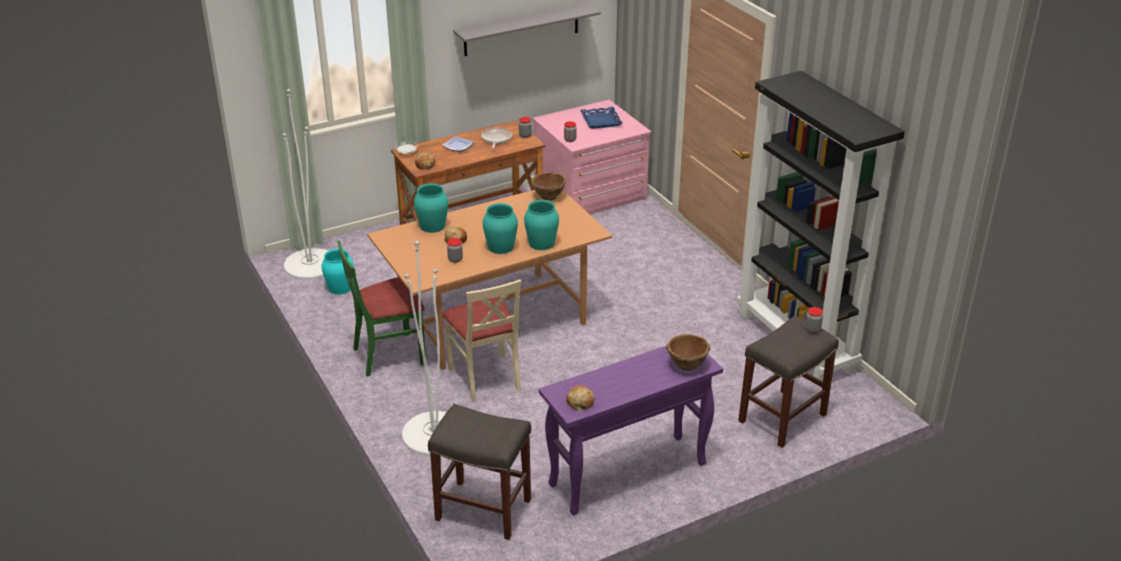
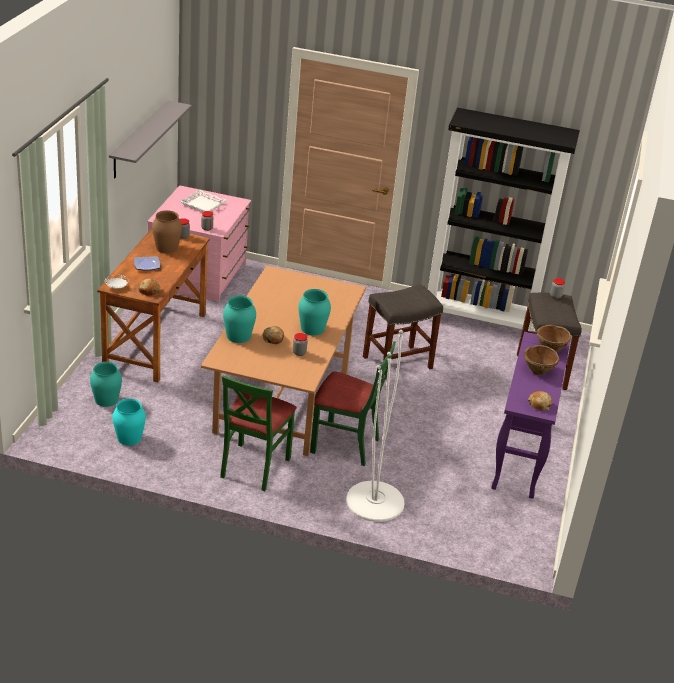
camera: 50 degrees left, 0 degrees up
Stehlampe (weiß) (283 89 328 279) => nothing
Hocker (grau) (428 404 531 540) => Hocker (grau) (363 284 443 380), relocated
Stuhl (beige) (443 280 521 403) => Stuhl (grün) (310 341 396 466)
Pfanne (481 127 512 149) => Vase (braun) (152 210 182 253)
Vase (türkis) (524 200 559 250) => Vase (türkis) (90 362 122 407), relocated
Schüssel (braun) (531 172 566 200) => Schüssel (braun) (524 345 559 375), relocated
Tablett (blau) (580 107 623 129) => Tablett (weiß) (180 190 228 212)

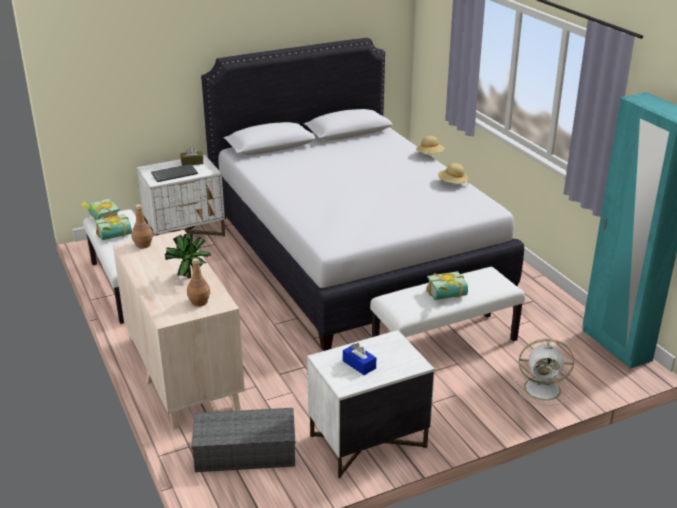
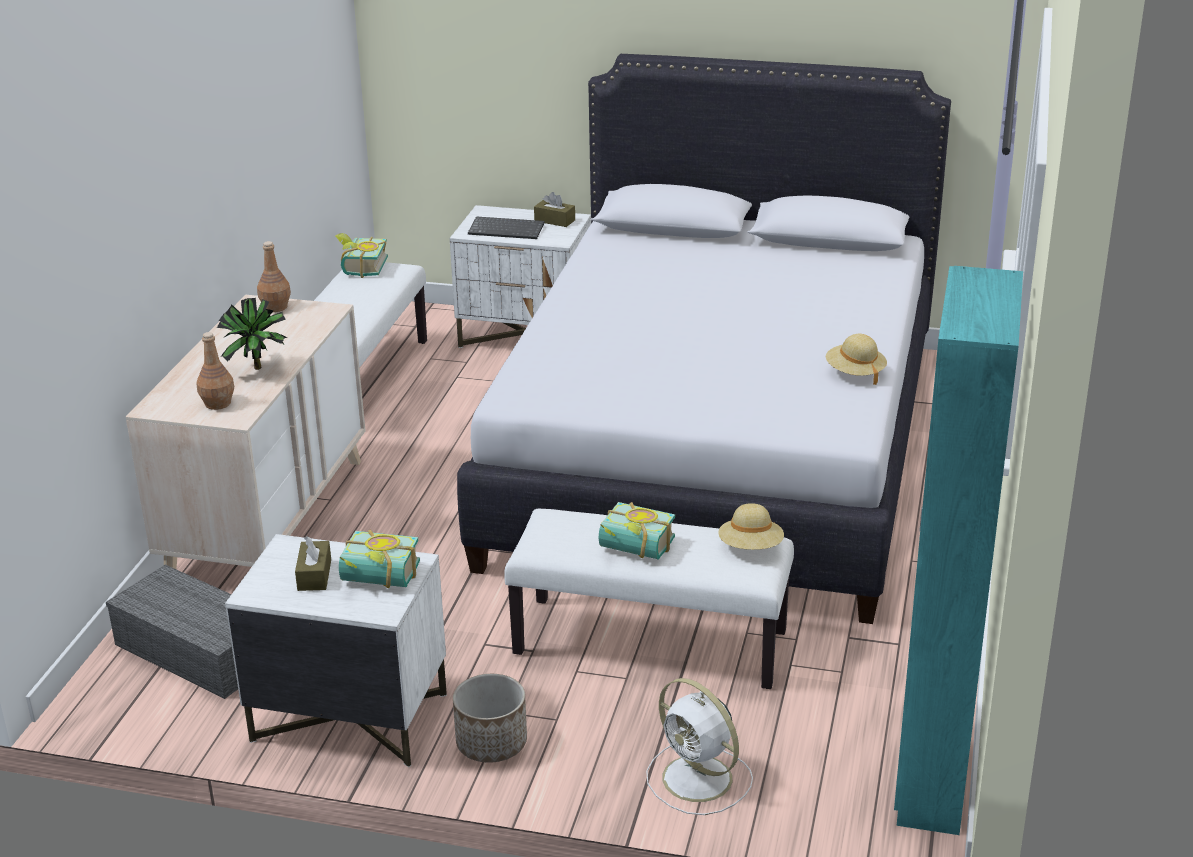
camera: 40 degrees right, 0 degrees up
Buch (95 214 132 240) => Buch (339 530 420 588), relocated
Taschentuchbox (blau) (343 343 376 375) => Taschentuchbox (braun) (295 536 331 591)
Hut (beige) (416 136 445 154) => Hut (beige) (719 503 784 550), relocated
nothing => Pflanzkübel (453 674 527 763)

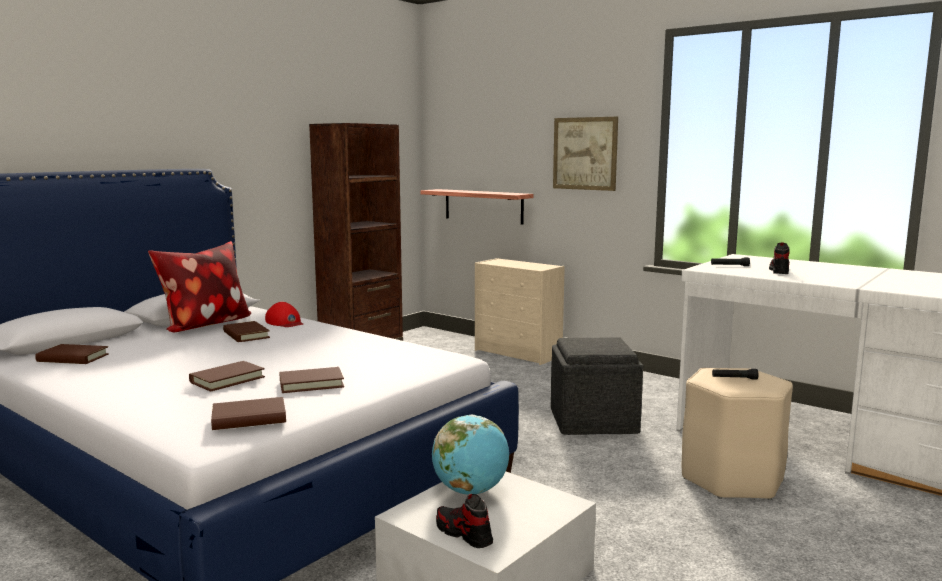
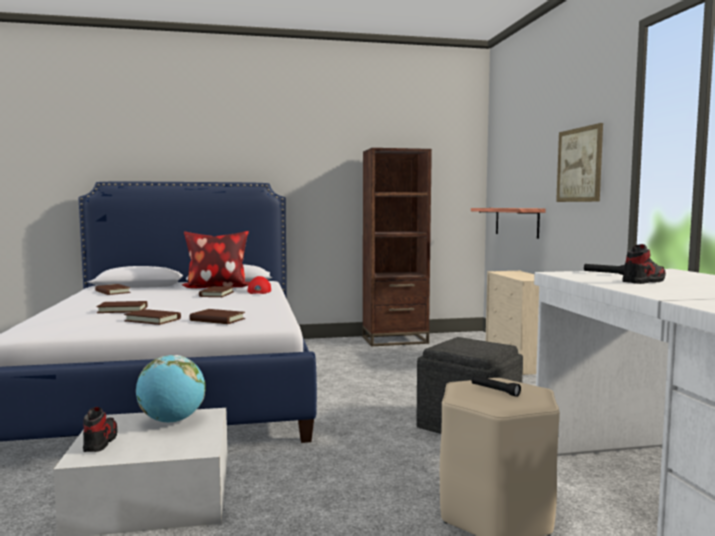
camera: 40 degrees right, 5 degrees down
Buch (braun) (211 397 286 430) => Buch (braun) (189 309 245 324), relocated

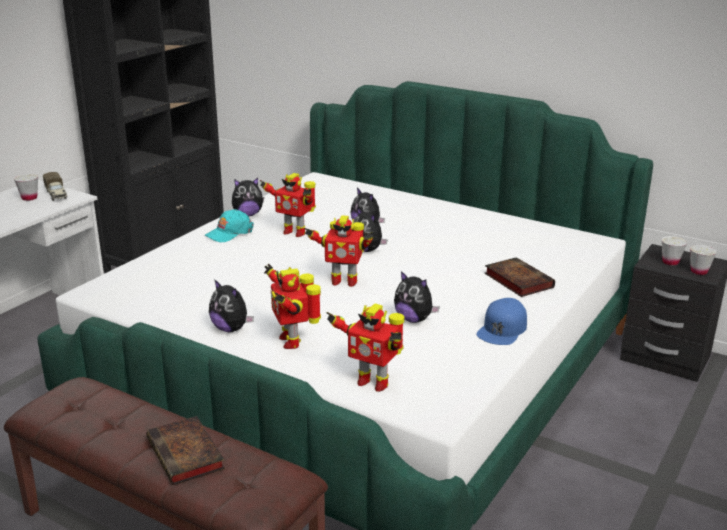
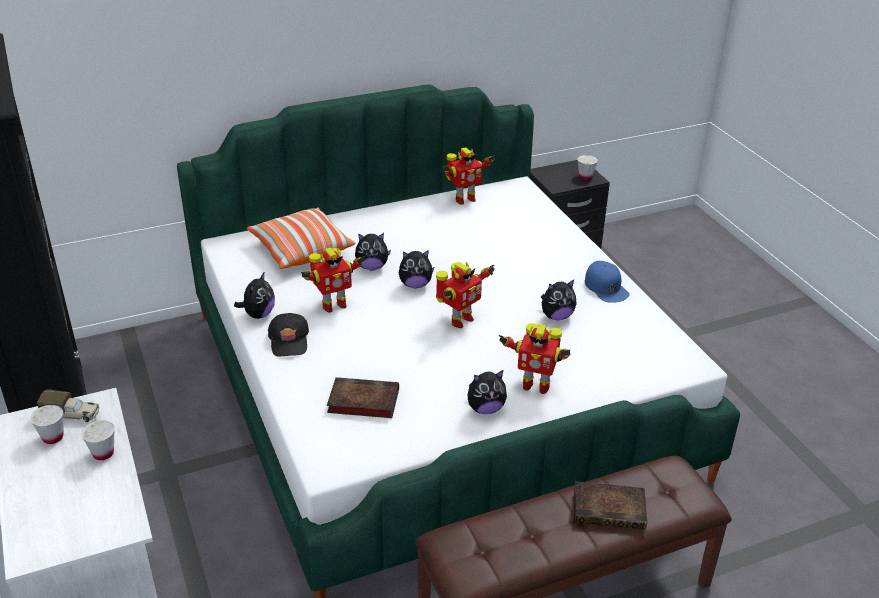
camera: 55 degrees left, 10 degrees up
Kappe (türkis) (205 209 254 242) => Kappe (schwarz) (268 313 309 357)
Spielzeugroboter (327 304 404 392) => Spielzeugroboter (442 147 495 205), relocated
Buch (484 257 555 297) => Buch (327 377 399 418), relocated
Tasse (weiß) (662 236 687 266) => Tasse (weiß) (81 420 115 460), relocated
nothing => Kissen (247 207 355 269)

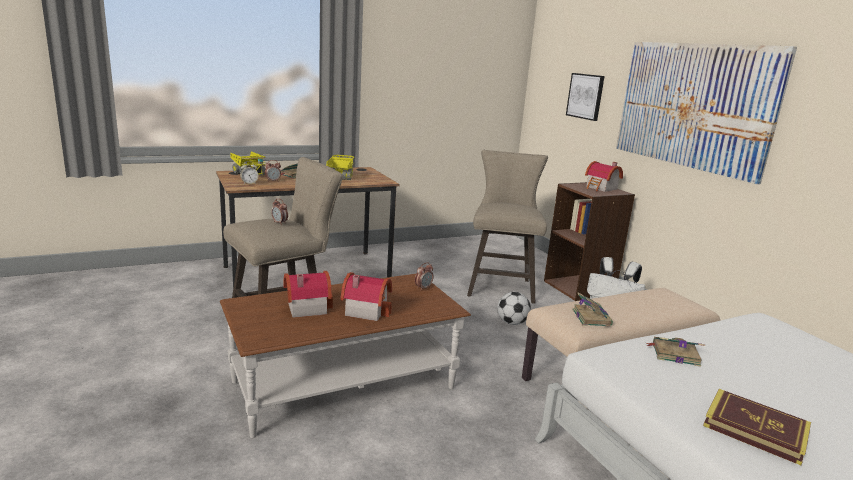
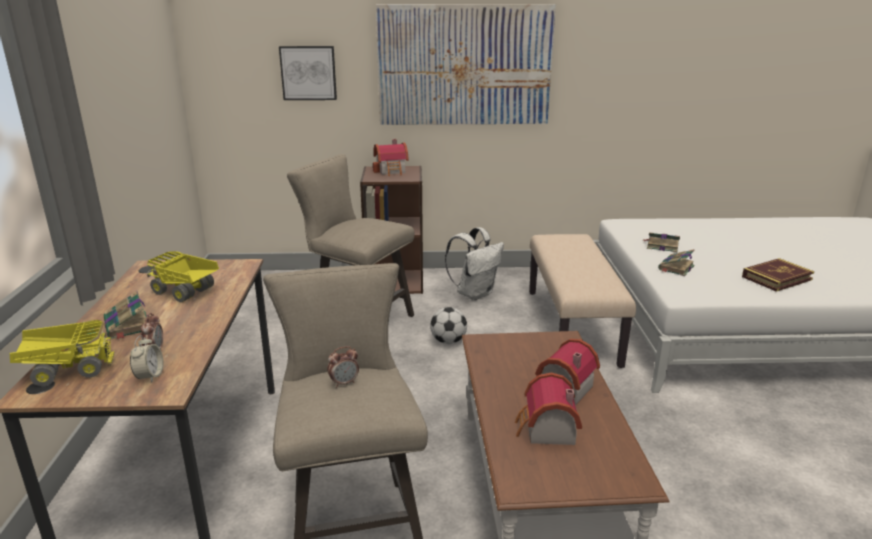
camera: 65 degrees left, 5 degrees up
Wecker (415 263 434 290) => nothing
Buch (572 293 613 326) => Buch (644 232 680 252), relocated

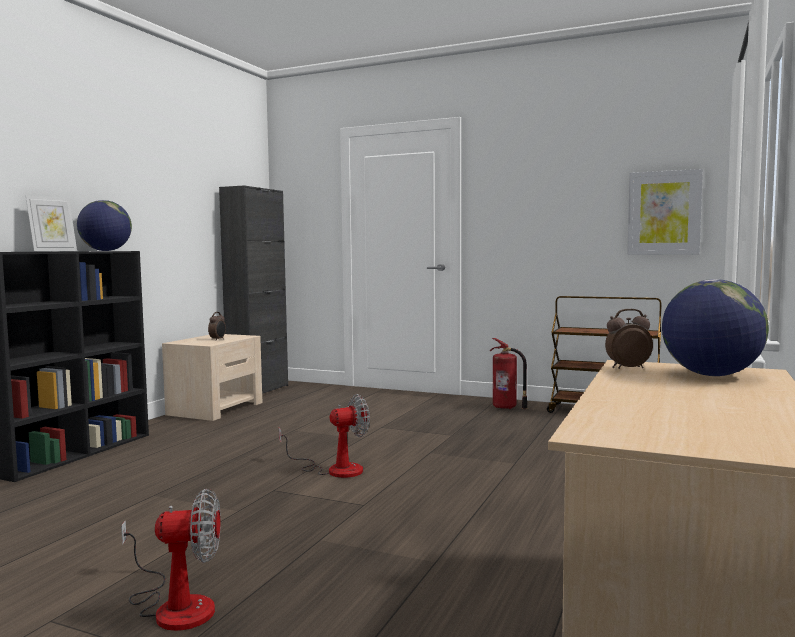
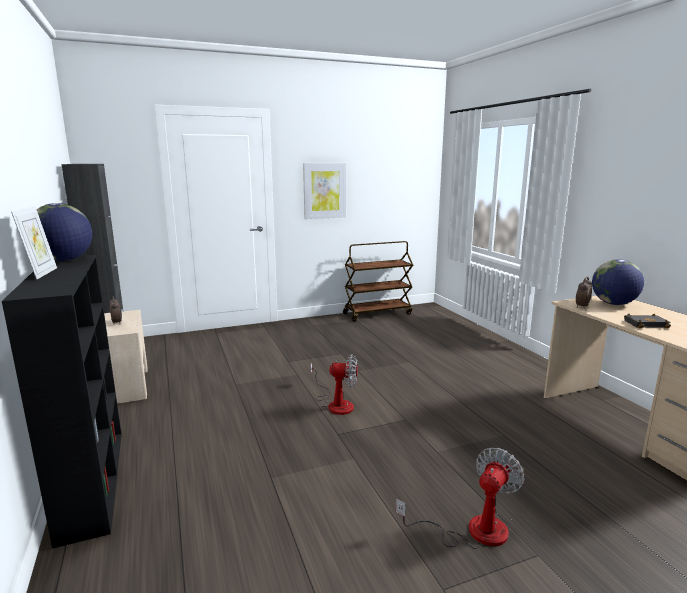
camera: 45 degrees left, 10 degrees up
Ventilator (279 394 370 478) => Ventilator (311 354 358 415), 75 degrees clockwise
Feuerlöscher (490 338 528 409) => nothing
Bild (627 169 703 255) => Bild (303 163 346 219), relocated
nothing => Buch (schwarz) (624 314 671 328)

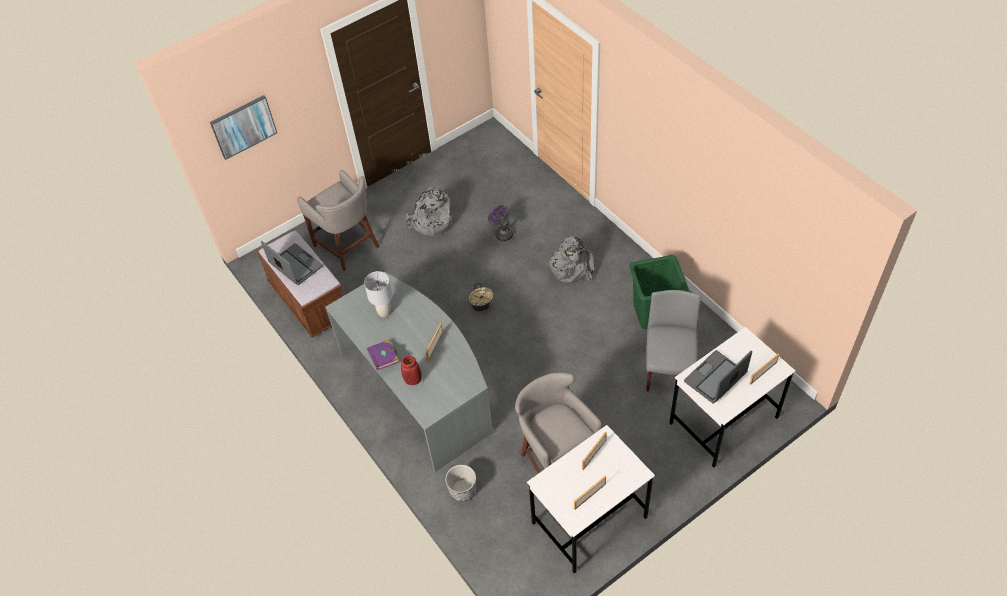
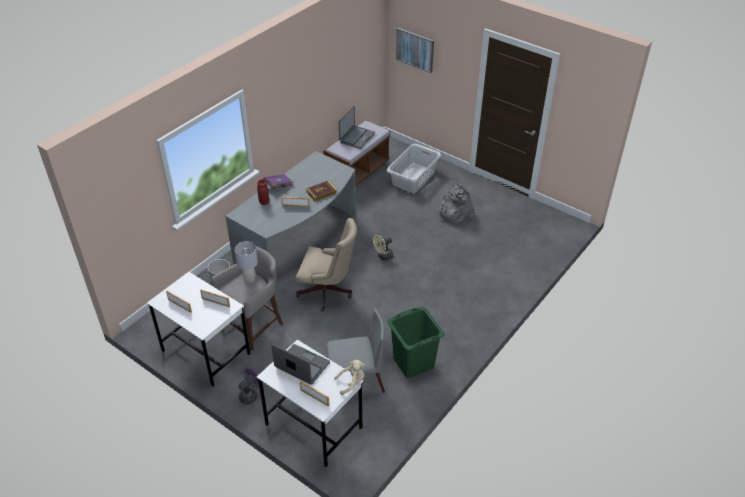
camera: 70 degrees right, 10 degrees down
Hocker (grau) (297 170 380 271) => Wäschekorb (grau) (387 144 441 193)
Tischlampe (grau) (364 271 393 317) => Tischlampe (grau) (235 241 258 283), relocated
Ventilator (lila) (488 205 513 242) => Ventilator (lila) (239 368 259 404), relocated
Rucksack (grau) (547 235 595 284) => nothing
nothing => Bürostuhl (beige) (296 218 357 312)
nothing => Buch (306 180 337 201)
nothing => Plüschtier (beige) (334 360 364 395)

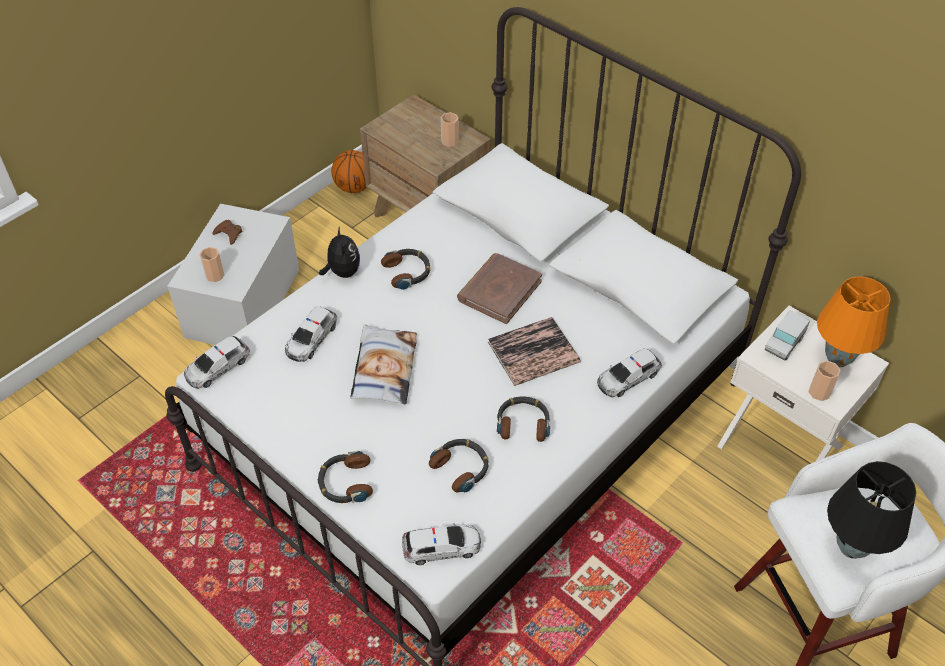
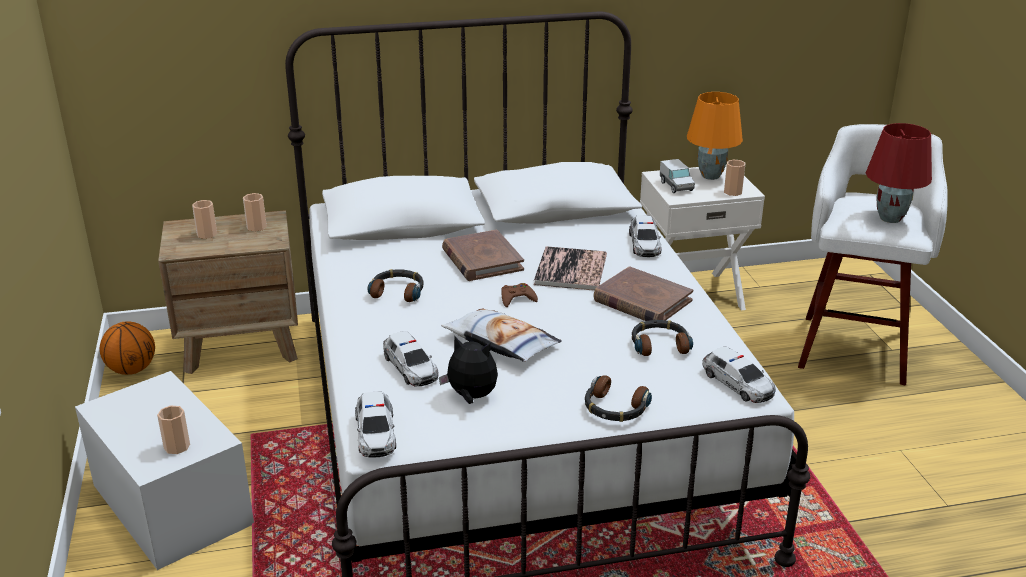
camera: 55 degrees left, 20 degrees down
Gamepad (braun) (212 220 242 245) => Gamepad (braun) (501 283 538 307), relocated
Plüschtier (319 226 360 278) => Plüschtier (439 336 498 404), relocated
Spielzeugauto (402 523 481 565) => Spielzeugauto (702 346 776 403), 120 degrees clockwise
Kopfhörer (497 396 550 442) => Buch (braun) (593 266 693 321)
Tischlampe (schwarz) (827 461 916 559) => Tischlampe (rot) (866 123 932 223)
nothing => Tasse (192 200 217 239)

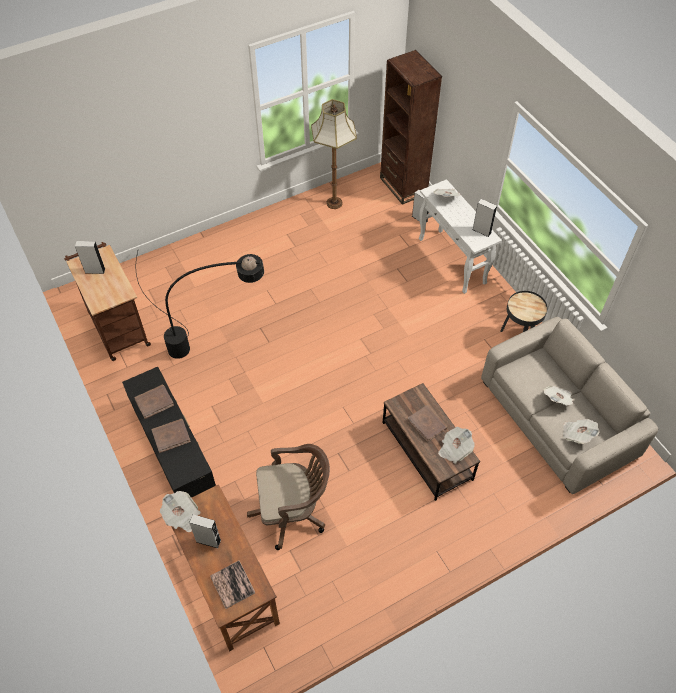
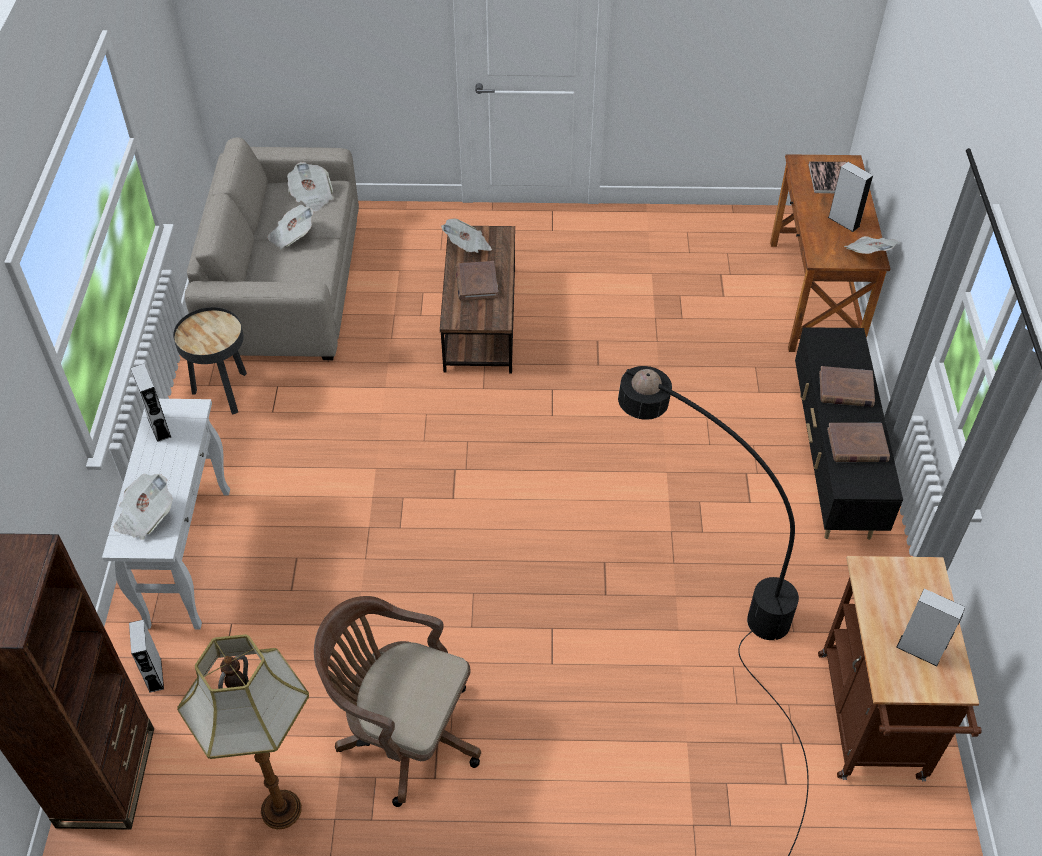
camera: 150 degrees left, 5 degrees down
Bürostuhl (braun) (247 444 330 550) => Bürostuhl (braun) (314 596 481 807), relocated

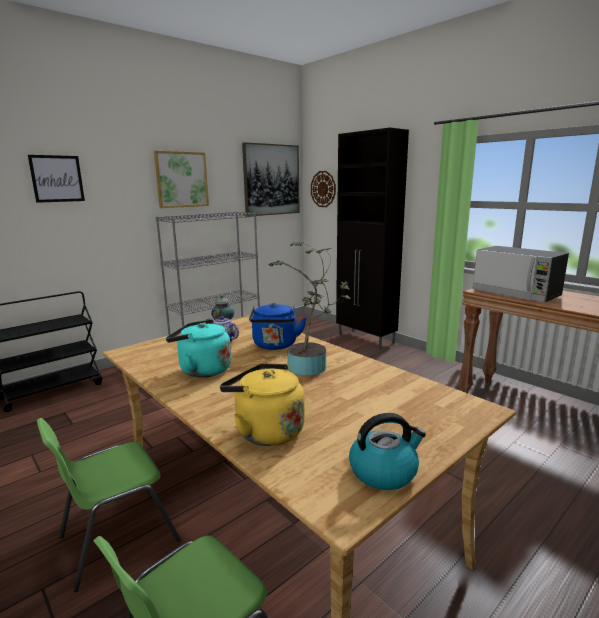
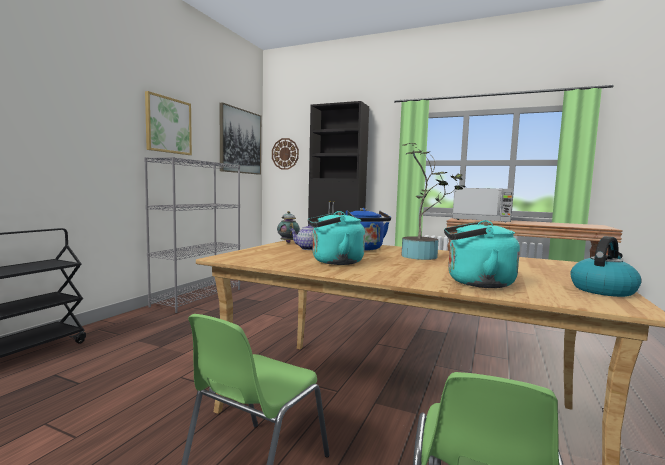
camera: 25 degrees left, 10 degrees down
Bild (28 155 85 203) => nothing
Wasserkessel (gelb) (220 363 305 446) => Wasserkessel (türkis) (444 220 520 288)

